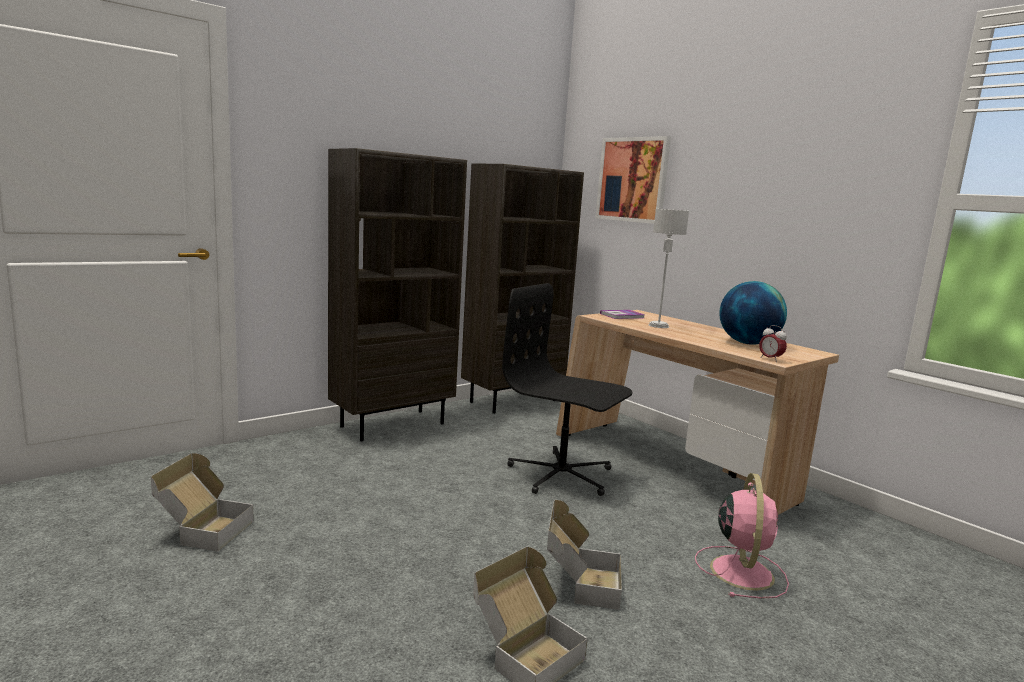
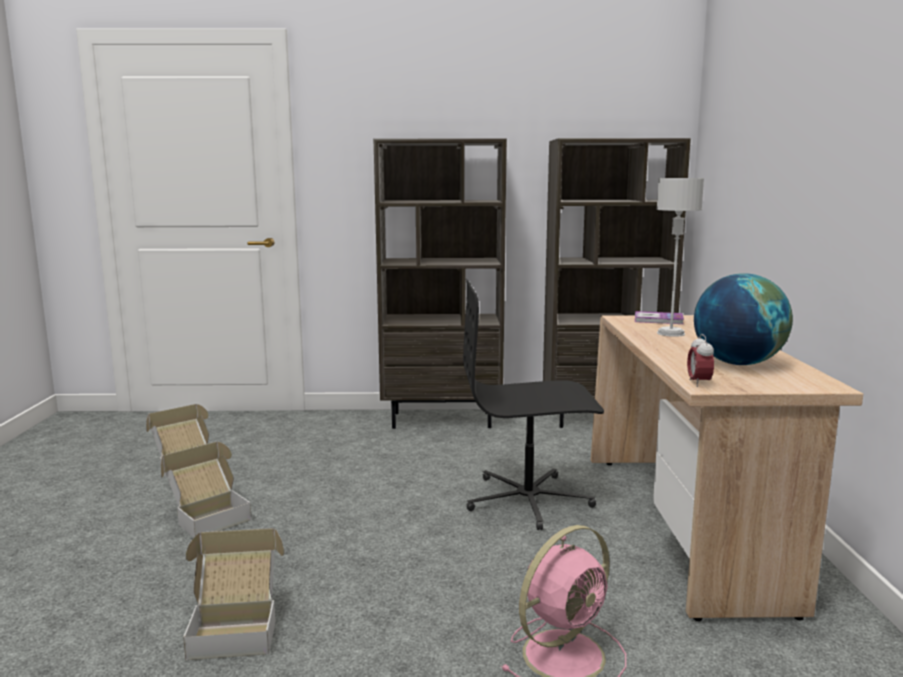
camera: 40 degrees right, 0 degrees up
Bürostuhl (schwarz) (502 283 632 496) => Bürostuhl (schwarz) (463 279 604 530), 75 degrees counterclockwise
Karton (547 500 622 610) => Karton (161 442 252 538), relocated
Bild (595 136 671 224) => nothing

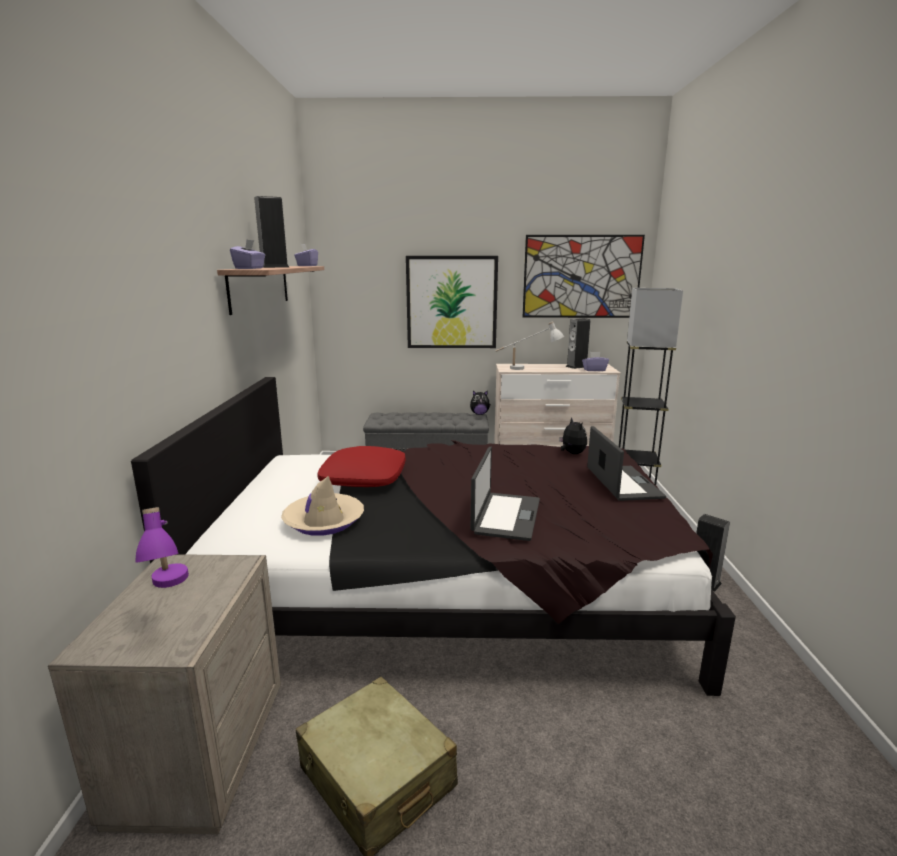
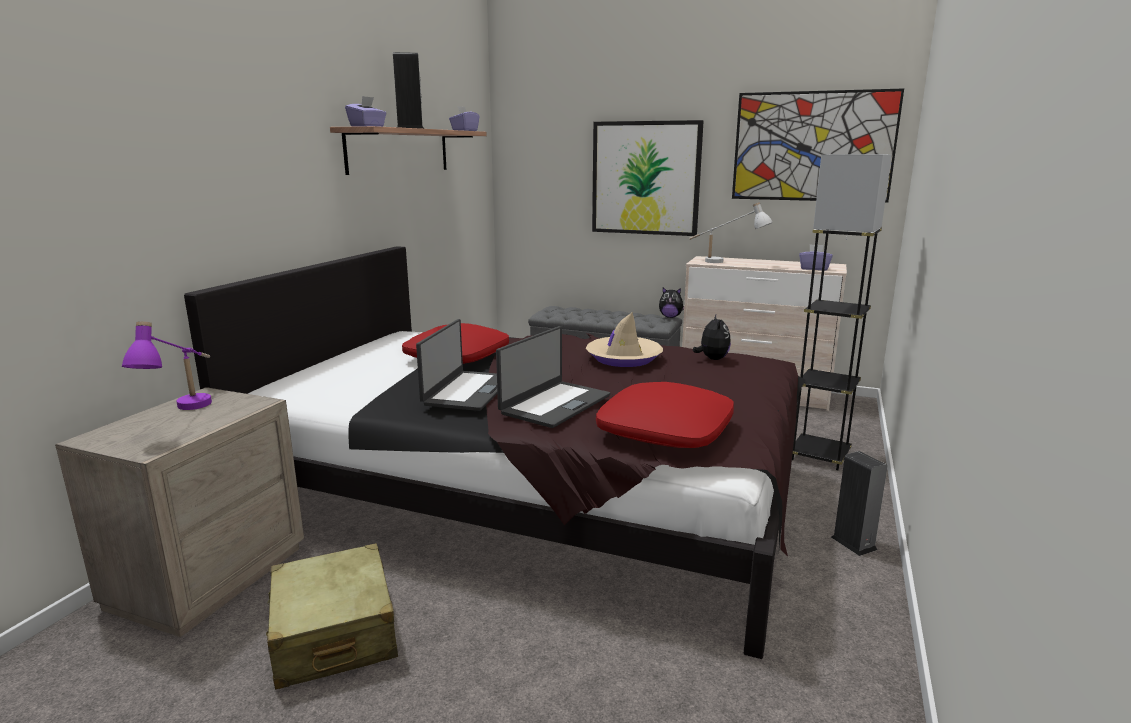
camera: 20 degrees right, 0 degrees up
Hut (beige) (281 476 364 536) => Hut (beige) (586 312 663 367), relocated
Lautsprecher (566 318 590 369) => nothing
Laptop (587 426 666 501) => Laptop (416 319 497 411), relocated
nothing => Kissen (rot) (596 382 734 448)

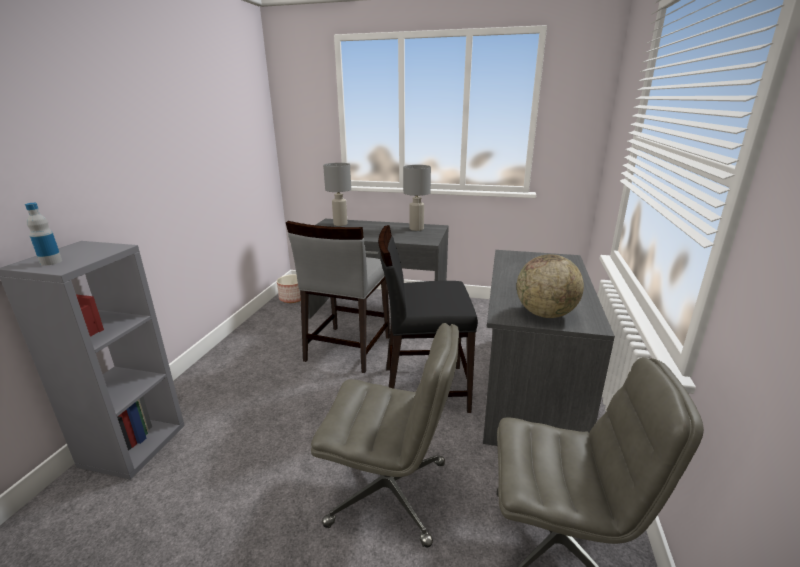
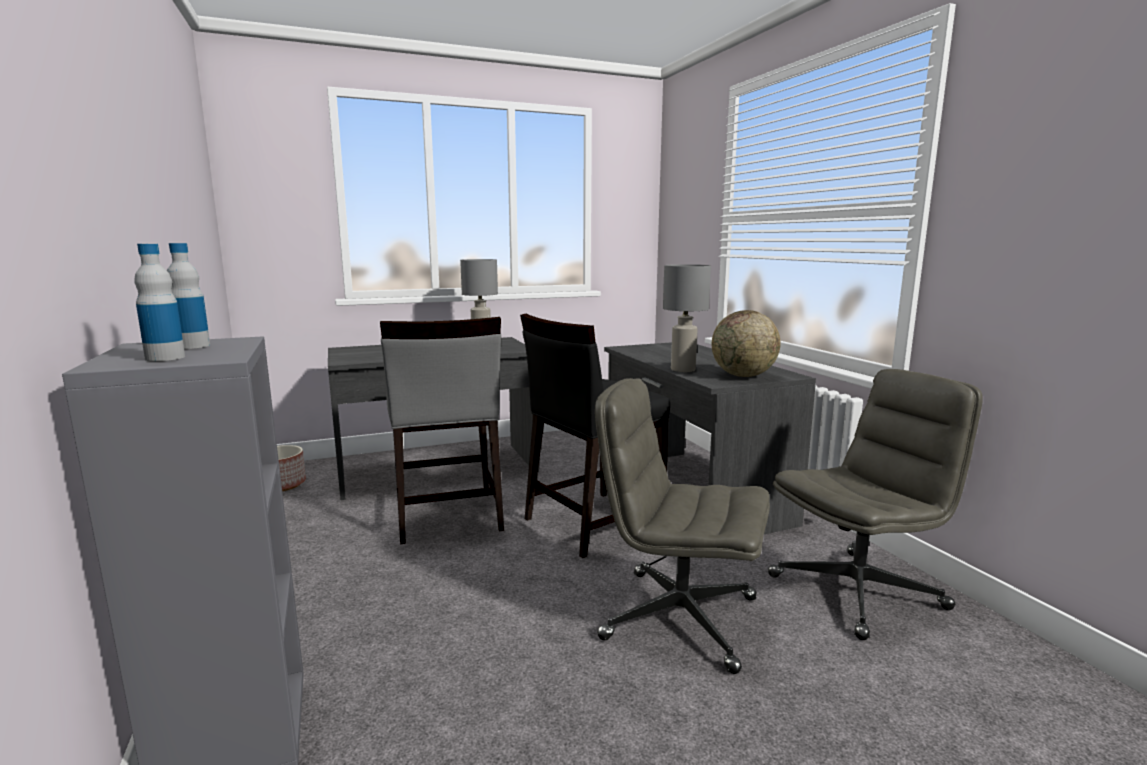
camera: 35 degrees left, 10 degrees down
Bürostuhl (grau) (311 323 459 548) => Bürostuhl (grau) (595 378 770 674), 135 degrees counterclockwise
Tischlampe (grau) (323 163 351 226) => Tischlampe (grau) (663 264 711 372), relocated
nothing => Flasche (167 243 210 349)

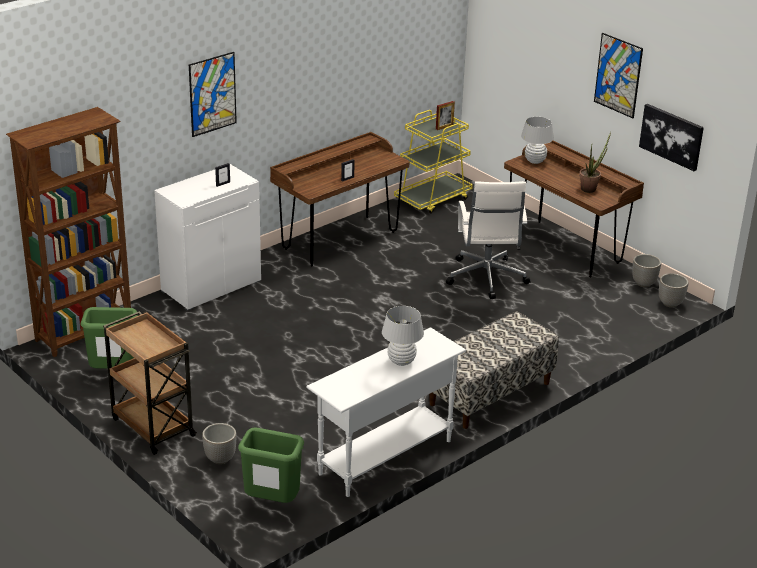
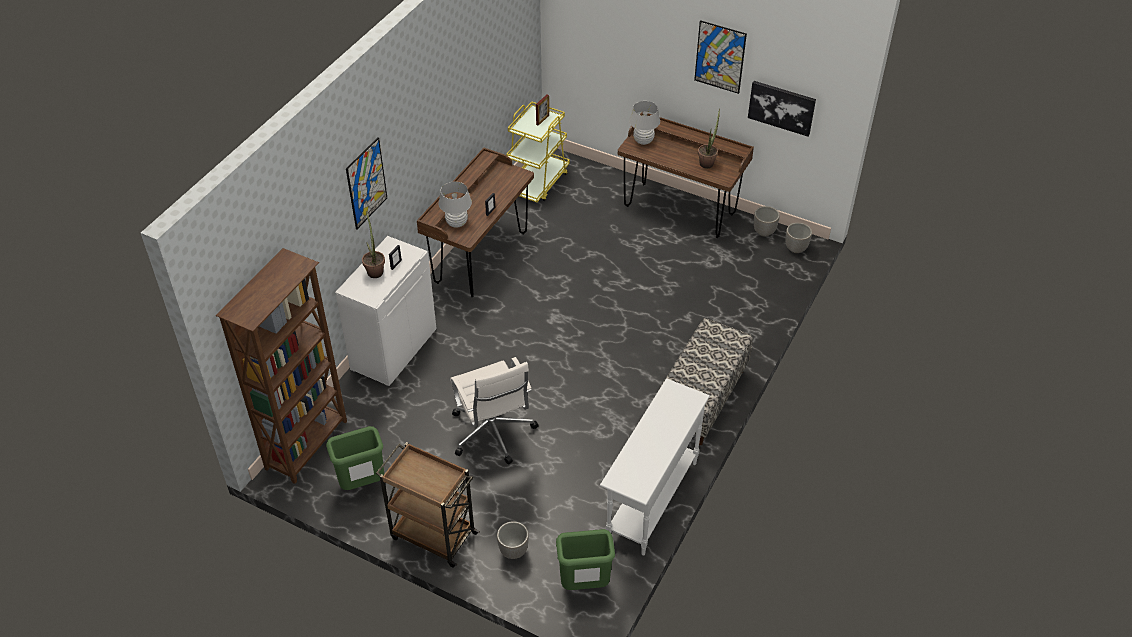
camera: 20 degrees left, 15 degrees up
Tischlampe (weiß) (382 306 424 366) => Tischlampe (weiß) (438 182 472 228), relocated
Bürostuhl (weiß) (446 181 531 299) => Bürostuhl (weiß) (450 357 539 464), relocated
nothing => Topfpflanze (362 211 385 278)

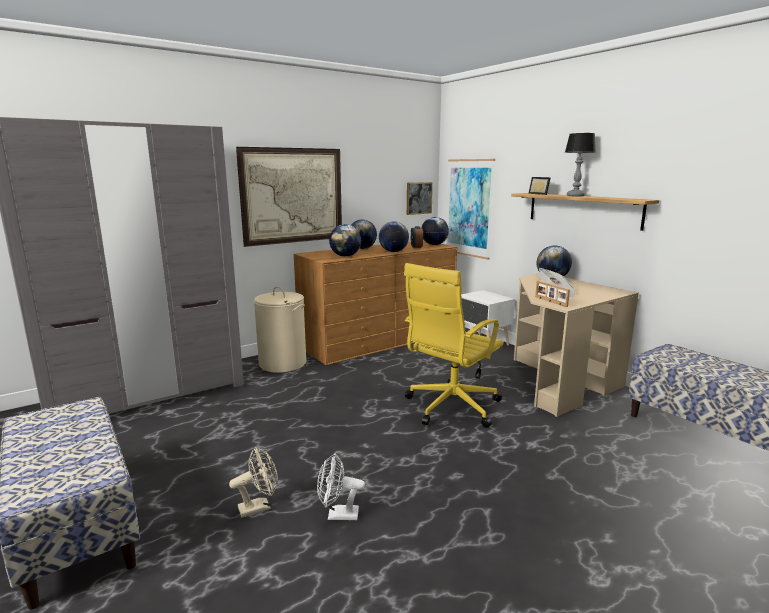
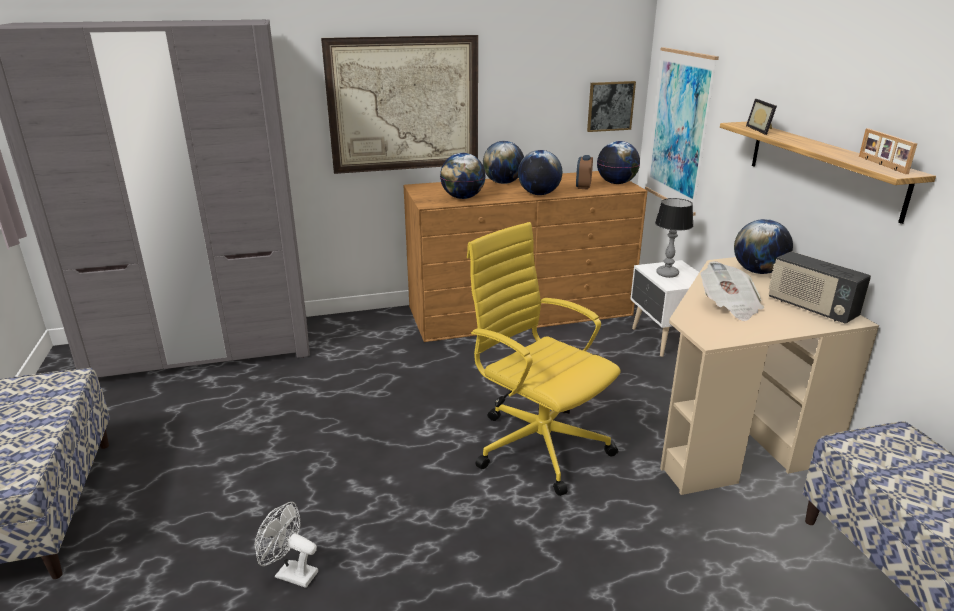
camera: 20 degrees right, 10 degrees up
Ventilator (beige) (229 447 278 518) => nothing
Wäschekorb (beige) (254 286 306 373) => nothing
Bürostuhl (gelb) (404 263 504 428) => Bürostuhl (gelb) (467 222 621 496), 75 degrees clockwise
Bilderrahmen (535 281 570 307) => Bilderrahmen (859 128 917 174), relocated
Tischlampe (565 133 596 196) => Tischlampe (655 198 693 278), relocated
nothing => Radio (769 251 871 323)

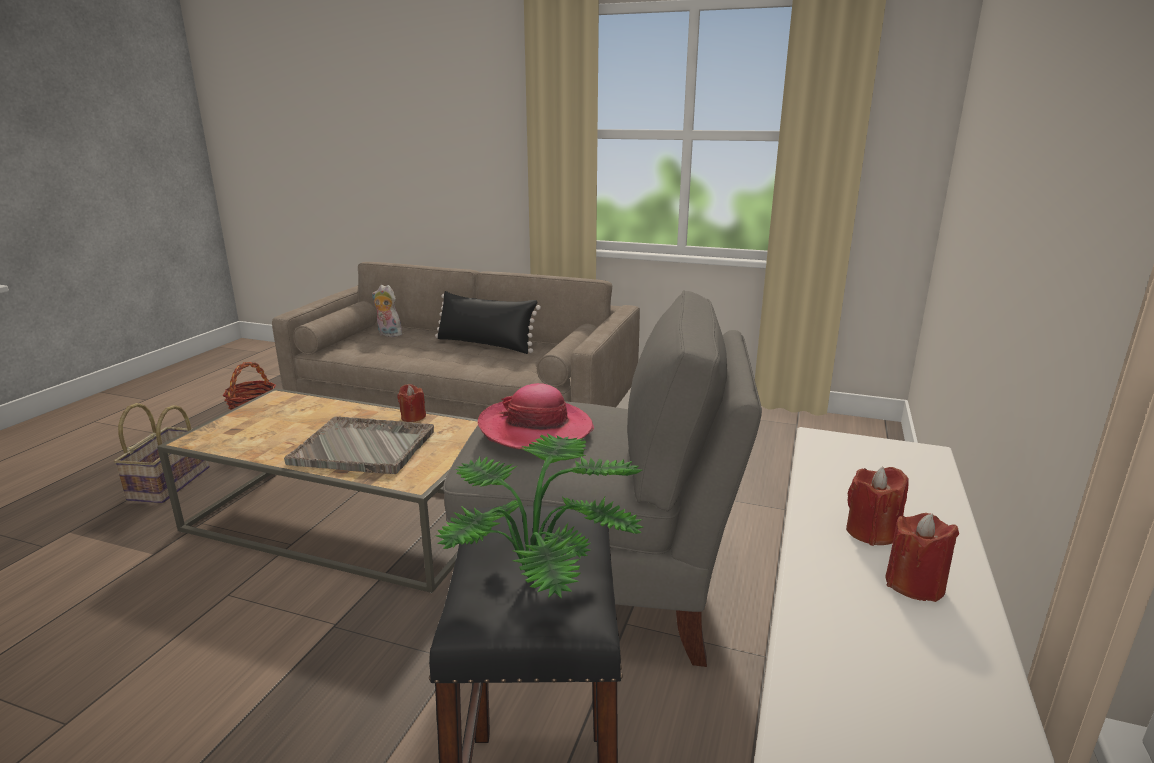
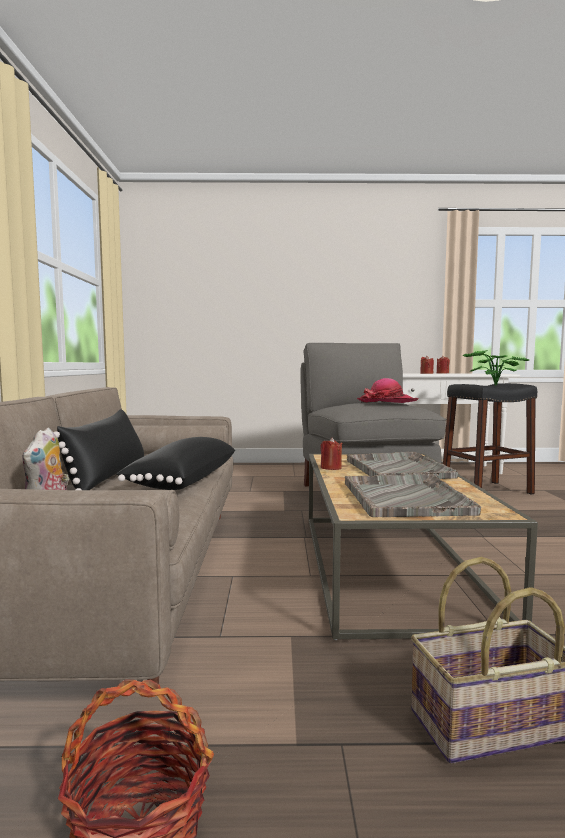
camera: 110 degrees left, 15 degrees down
nothing => Kissen (schwarz) (117 437 235 490)
nothing => Tablett (grau) (345 474 481 517)

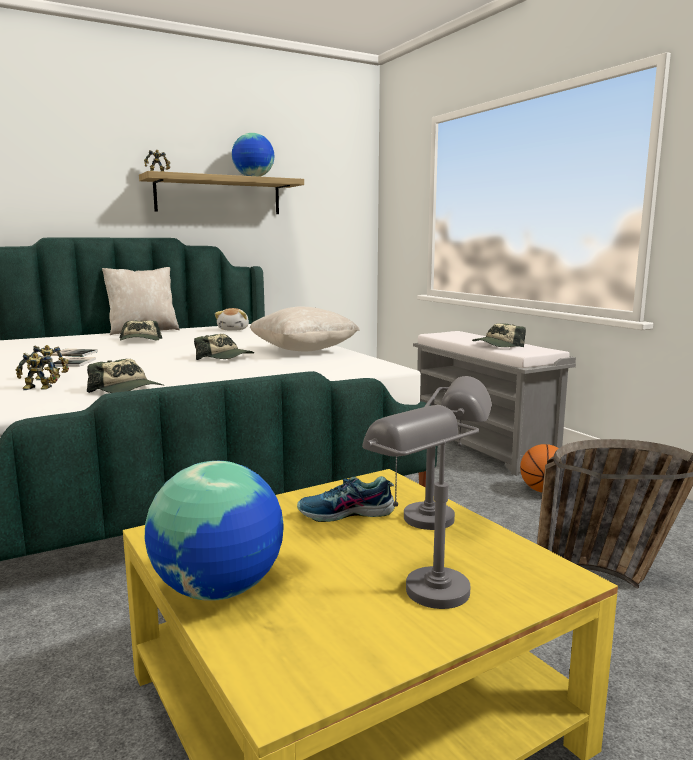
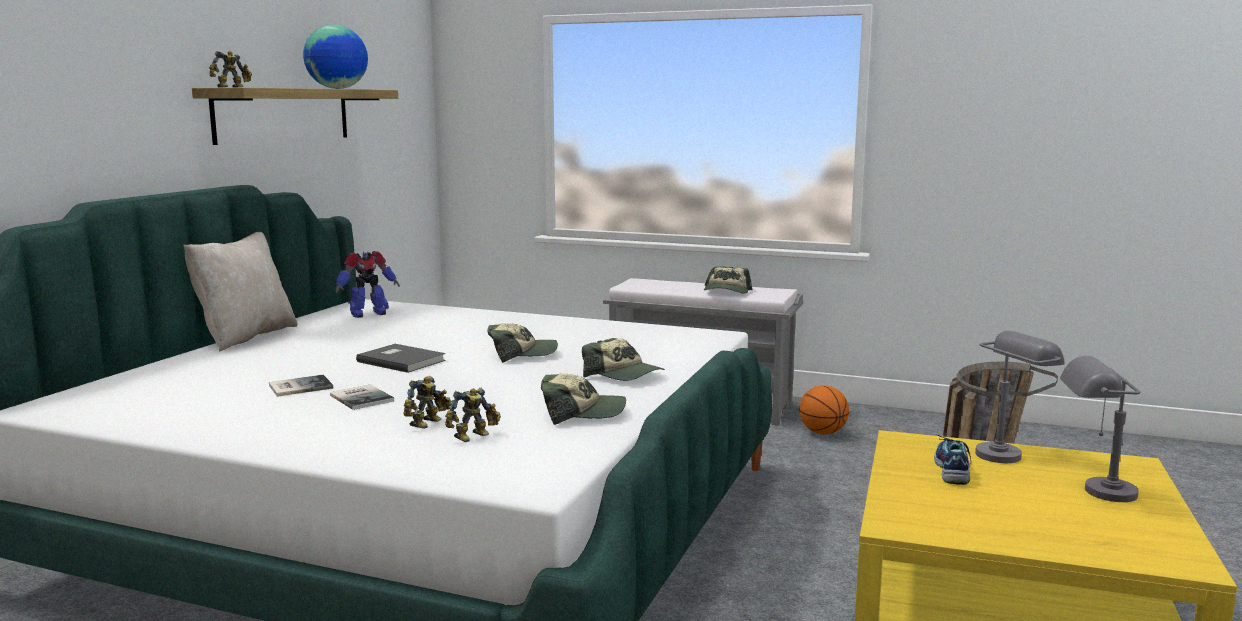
camera: 40 degrees left, 0 degrees up
Kappe (120 320 162 341) => Kappe (582 338 665 381), relocated
Globus (145 461 284 601) => nothing
Plüschtier (215 308 249 330) => Spielzeugroboter (335 251 400 318)
Kissen (beige) (250 306 360 351) => nothing
Schuh (297 476 395 522) => Schuh (934 435 971 485), 150 degrees clockwise
nothing => Buch (grau) (356 344 446 373)

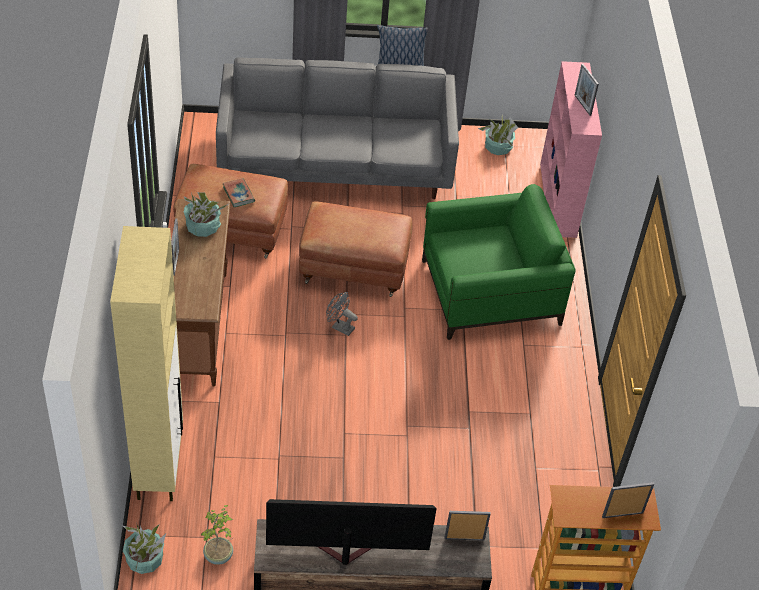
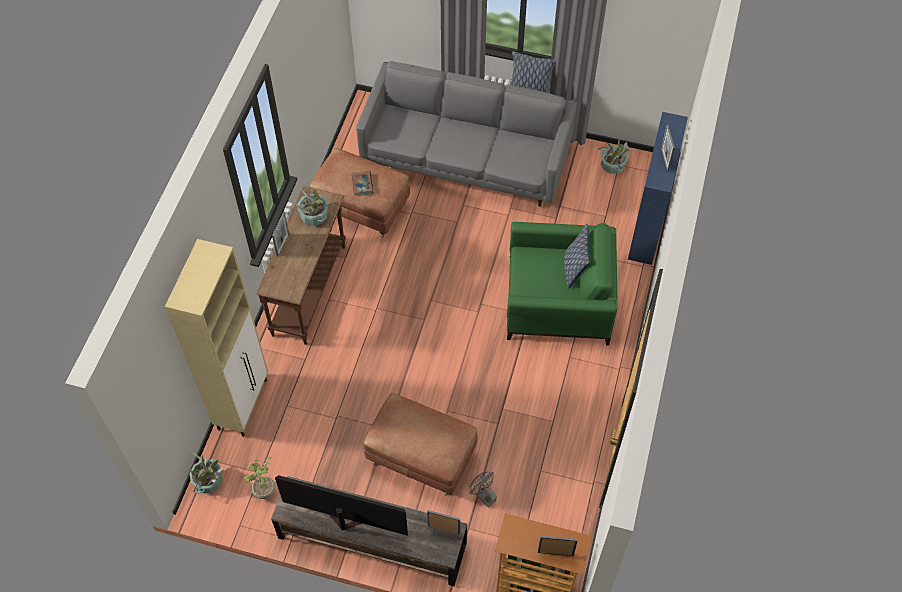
camera: 20 degrees right, 10 degrees up
Polsterhocker (braun) (299 201 412 297) => Polsterhocker (braun) (364 393 478 495), relocated
Ventilator (grau) (326 292 358 336) => Ventilator (grau) (469 472 497 508), relocated
Bücherregal (rosa) (540 61 602 238) => Bücherregal (blau) (628 112 688 265)
nothing => Kissen (564 224 590 288)

